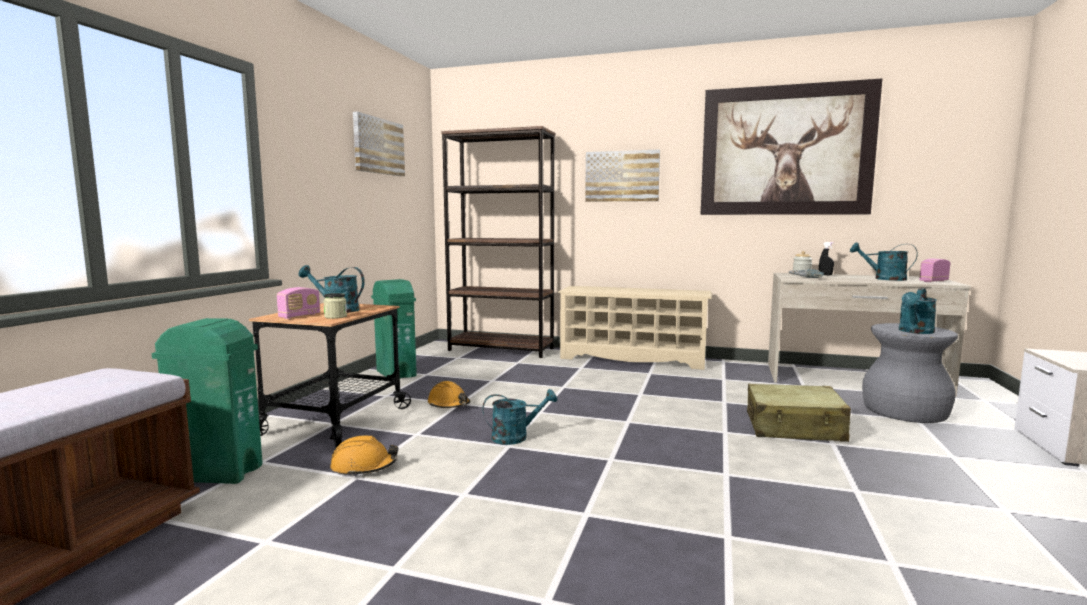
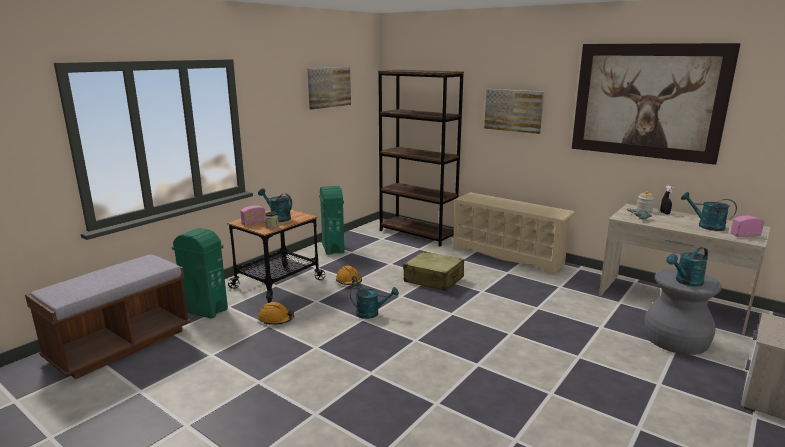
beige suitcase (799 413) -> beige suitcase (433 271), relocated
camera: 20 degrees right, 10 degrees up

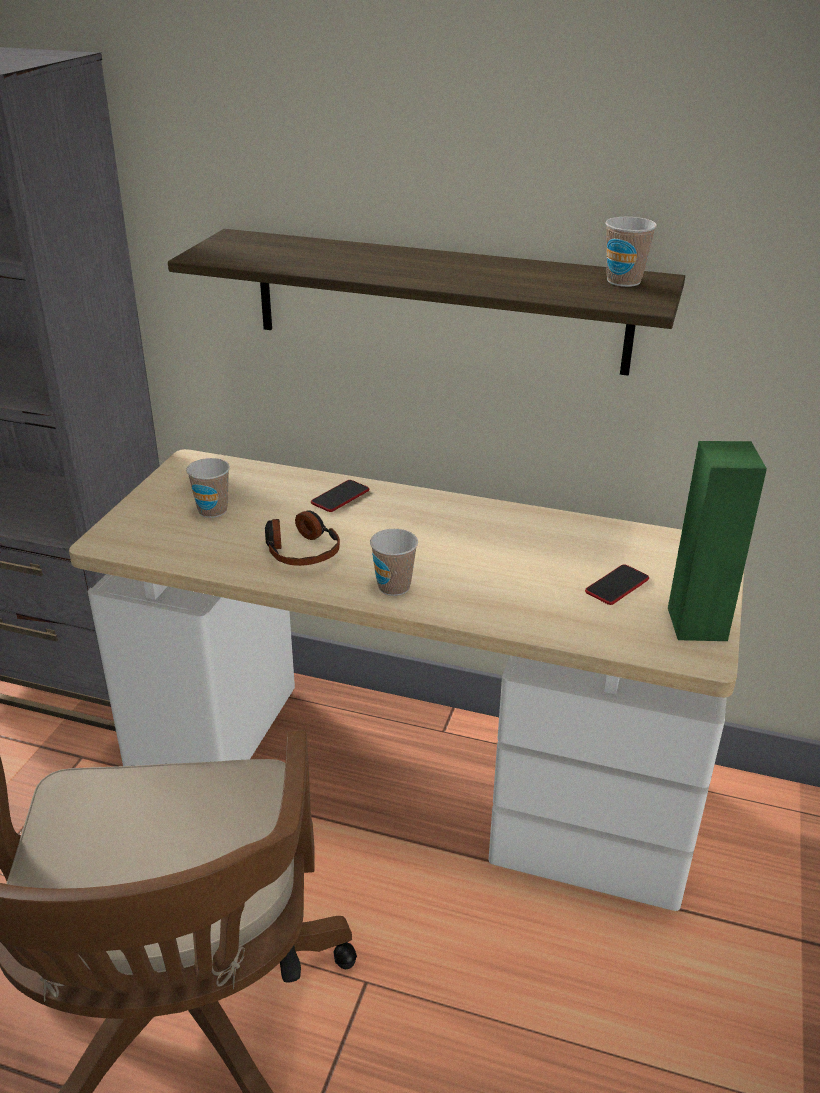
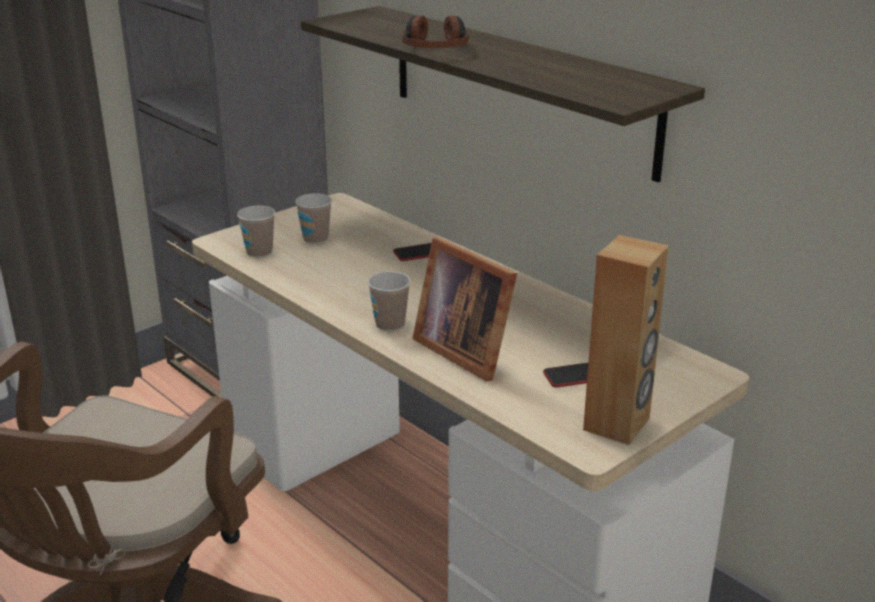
headphones (302 538) -> headphones (435 31), relocated
cup (631 252) -> cup (256 232), relocated
green speaker (717 541) -> brown speaker (626 340)
none -> picture frame (464 309)
camera: 30 degrees right, 5 degrees down

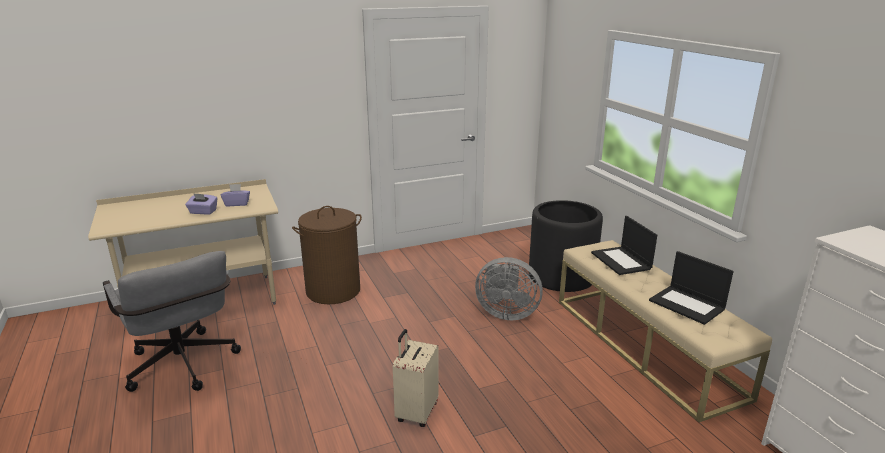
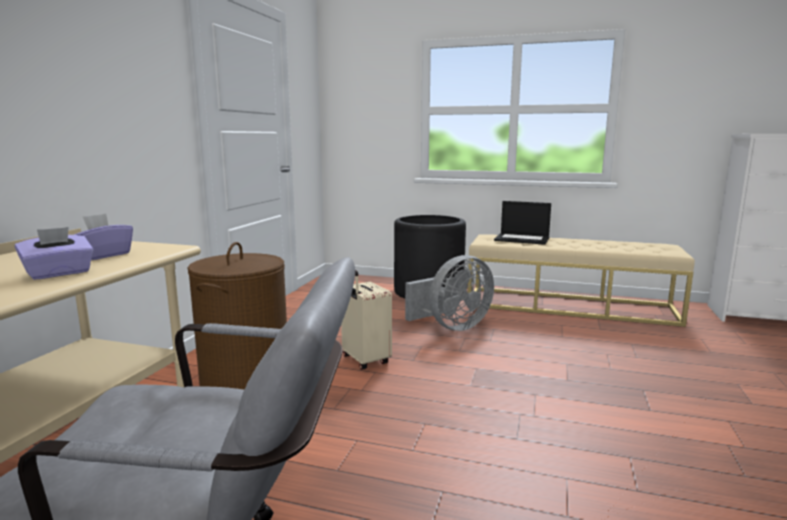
beige suitcase (416 378) -> beige suitcase (366 320), relocated
laptop (691 288) -> none
camera: 50 degrees left, 10 degrees down

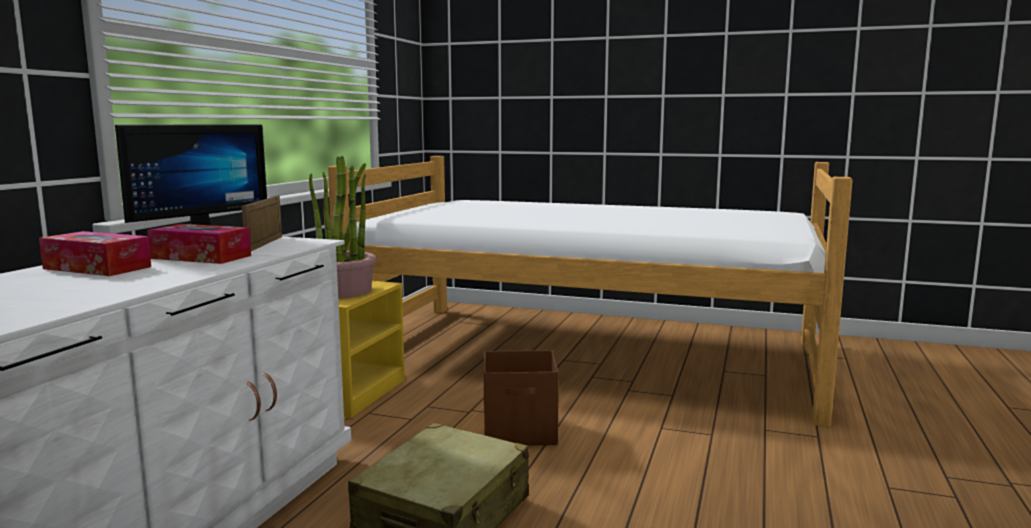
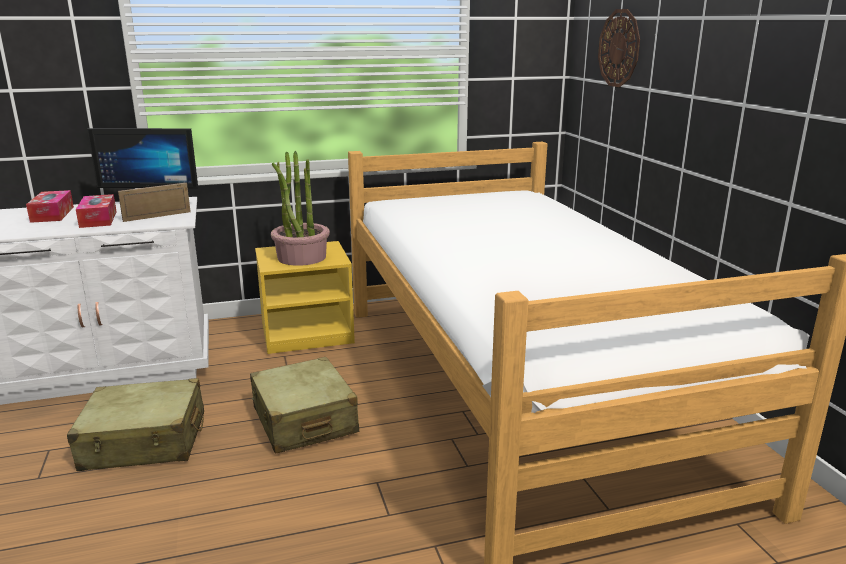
brown storage box (521 397) -> beige suitcase (304 405)
none -> wall clock (619 48)
camera: 55 degrees right, 10 degrees up

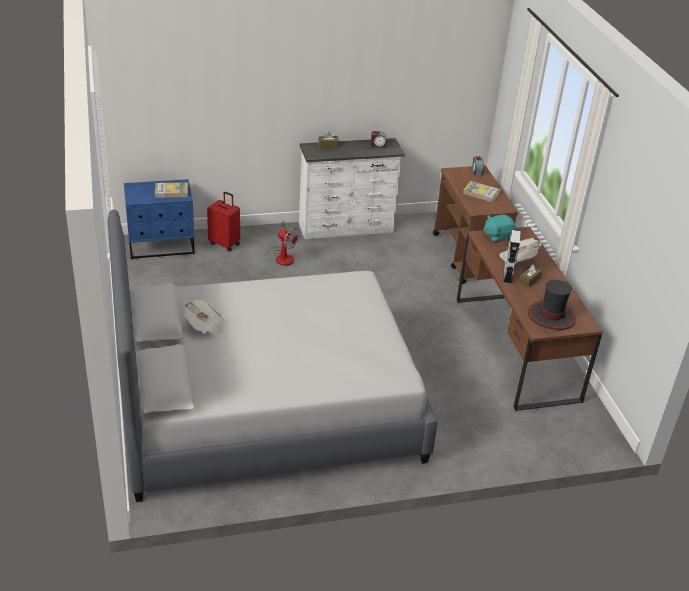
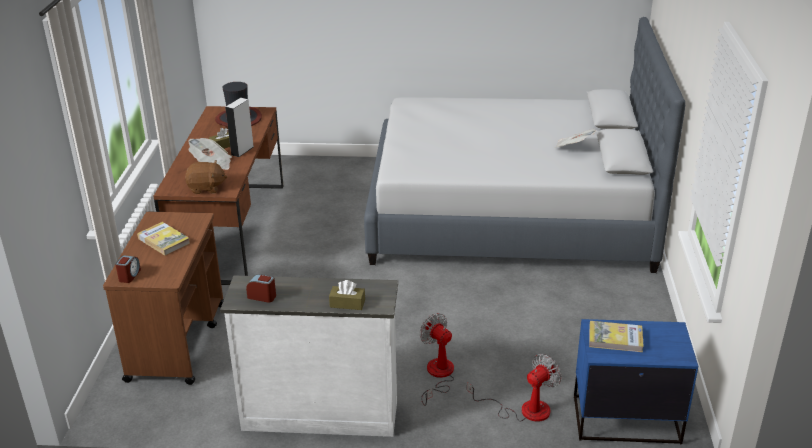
red suitcase (223 222) -> fan (514 388)
turquoise plush toy (499 229) -> brown plush toy (206 177)
camera: 160 degrees left, 5 degrees down

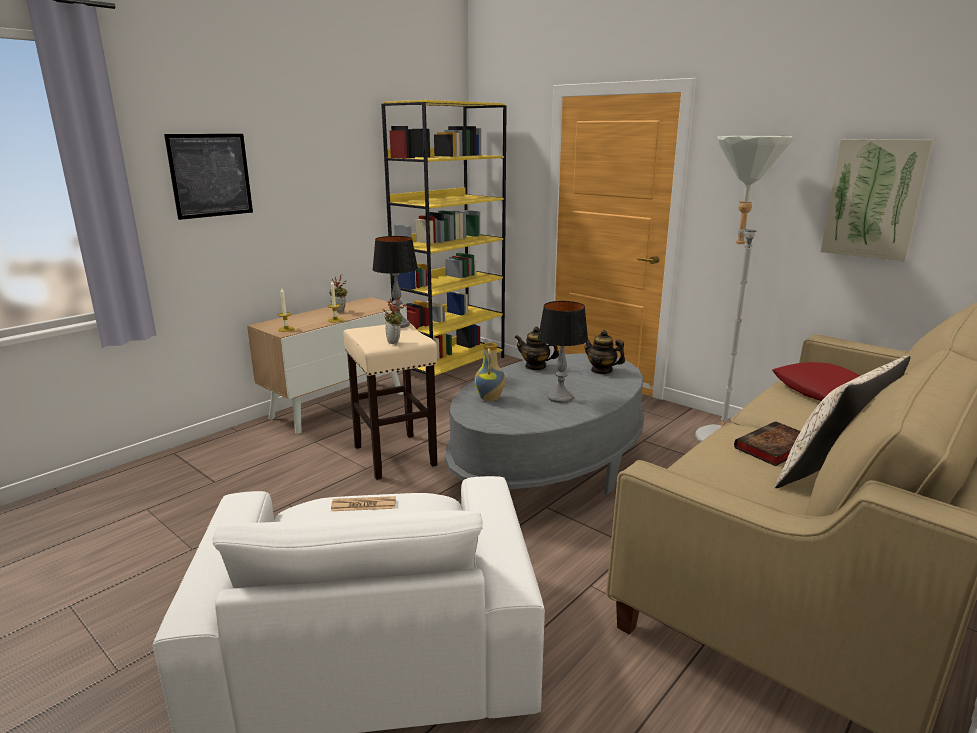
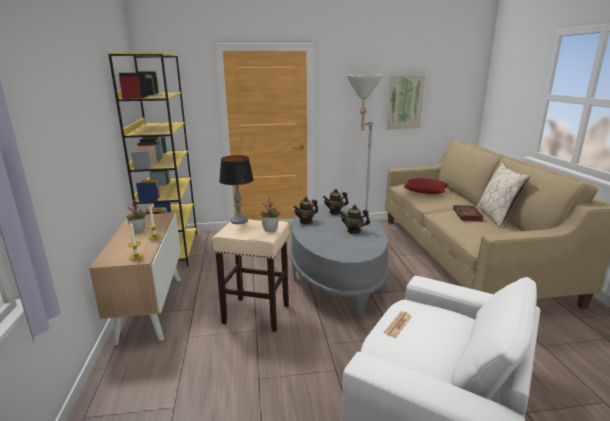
picture (208 177) -> none
vase (490 371) -> none
table lamp (563 352) -> teapot (354 219)
camera: 50 degrees left, 0 degrees up

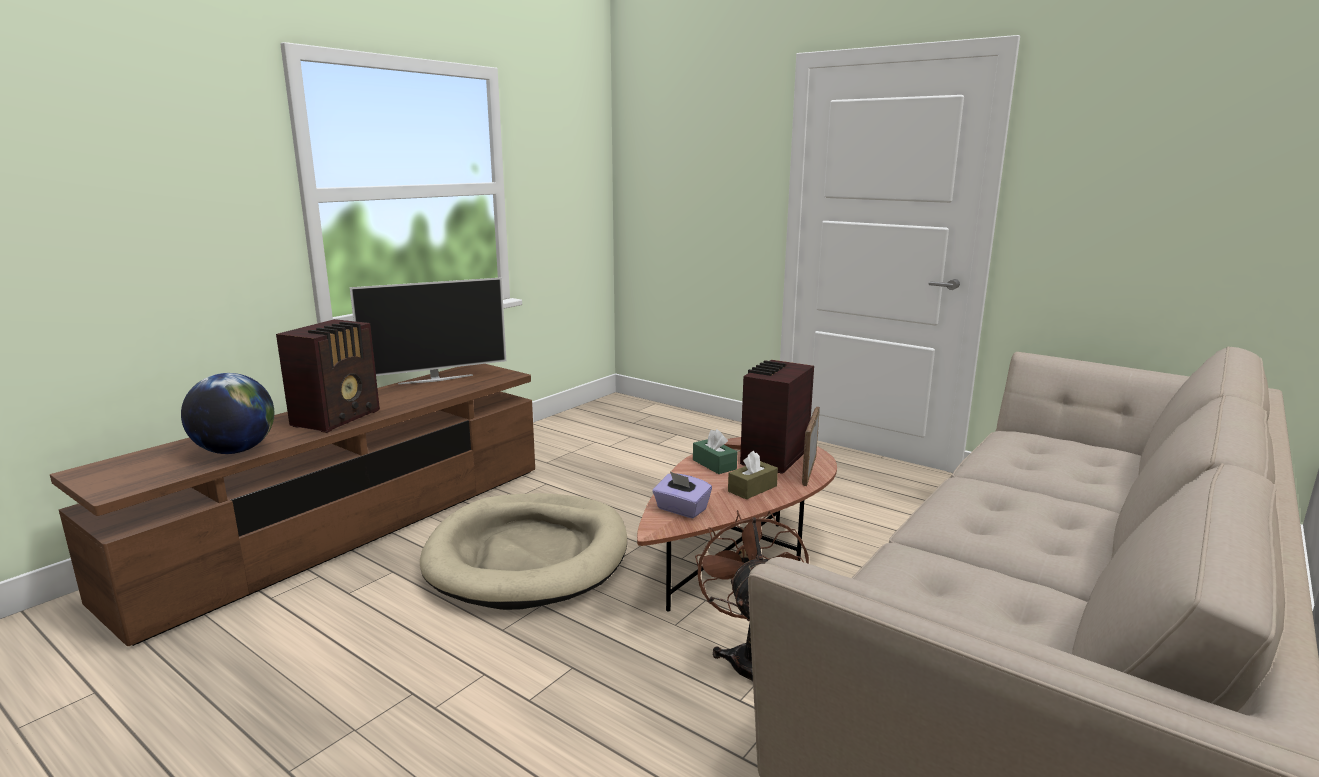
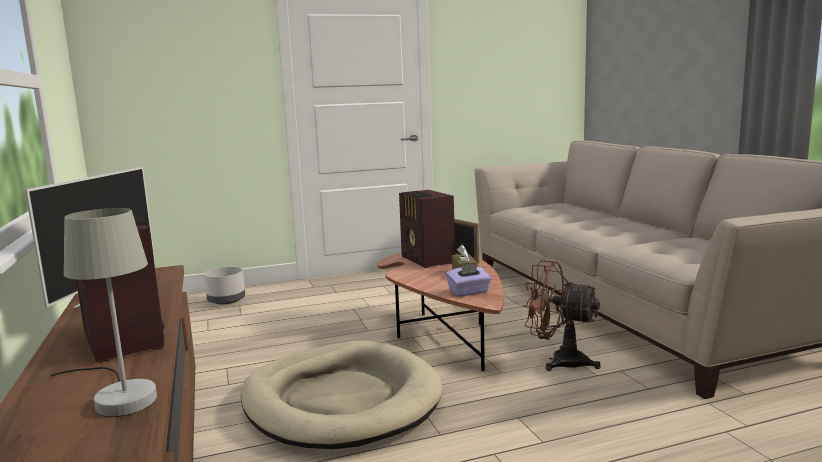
globe (227 413) -> grey table lamp (104 312)
green tissue box (715 451) -> none
none -> grey planter (224 286)
camera: 55 degrees left, 5 degrees down

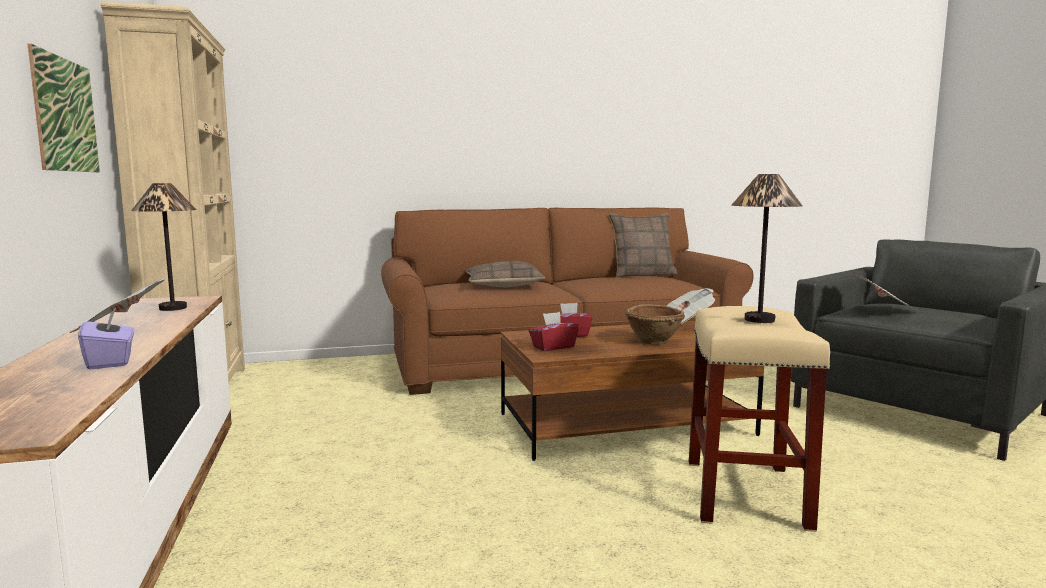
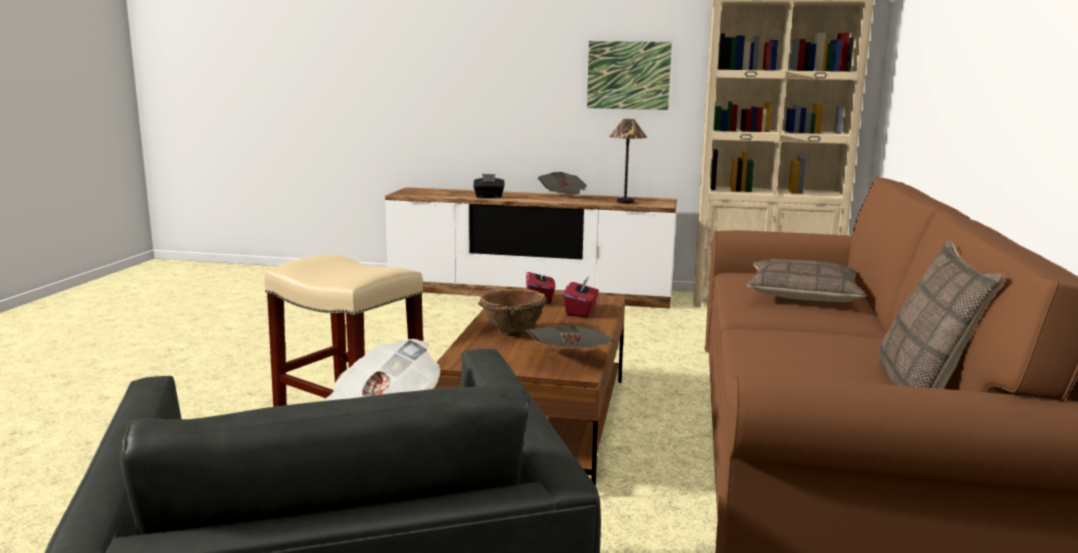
purple tissue box (106 339) -> black tissue box (488 186)
table lamp (767 248) -> none
camera: 115 degrees right, 5 degrees up

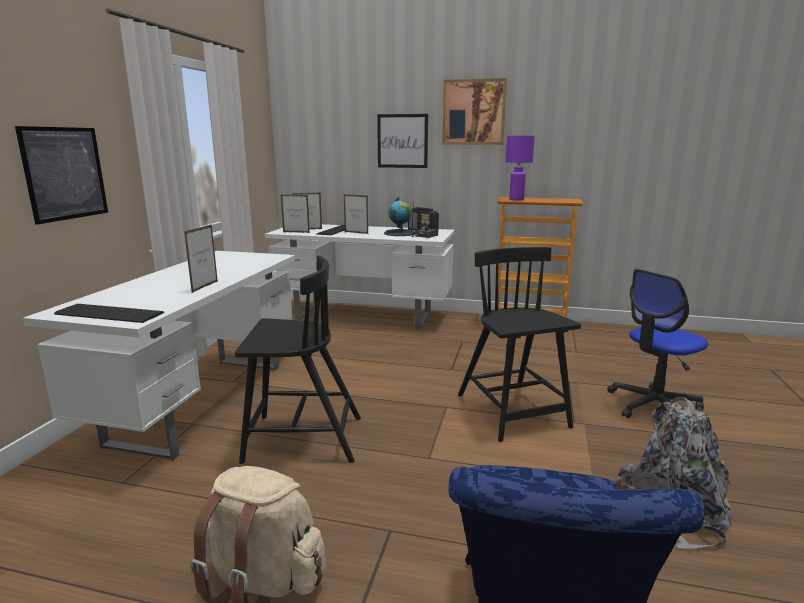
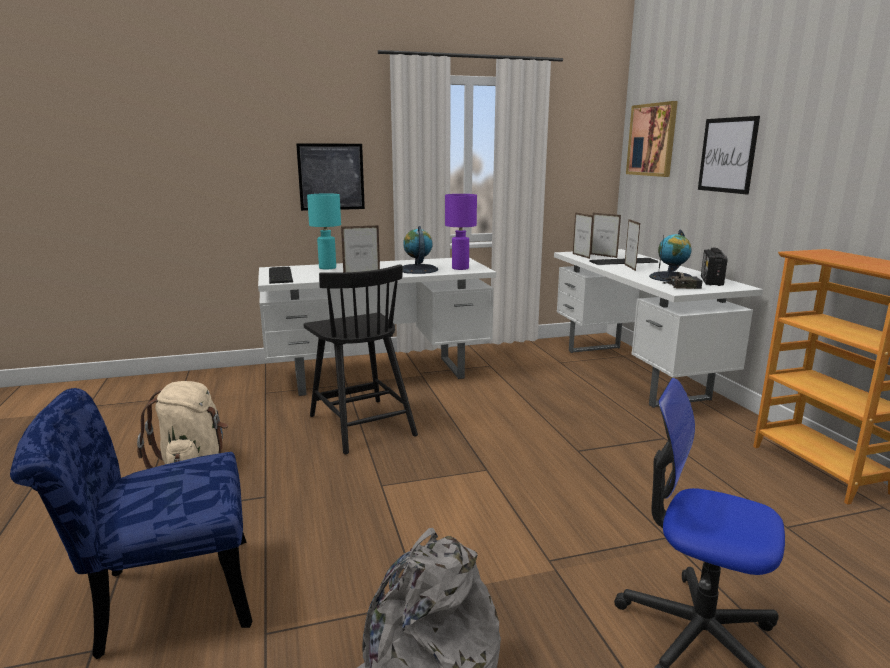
picture (474 111) -> picture (652 139), relocated
black chair (519 344) -> none
purple table lamp (520 168) -> purple table lamp (461 232), relocated
none -> turquoise table lamp (324 232)
none -> globe (420 250)
camera: 60 degrees right, 0 degrees up

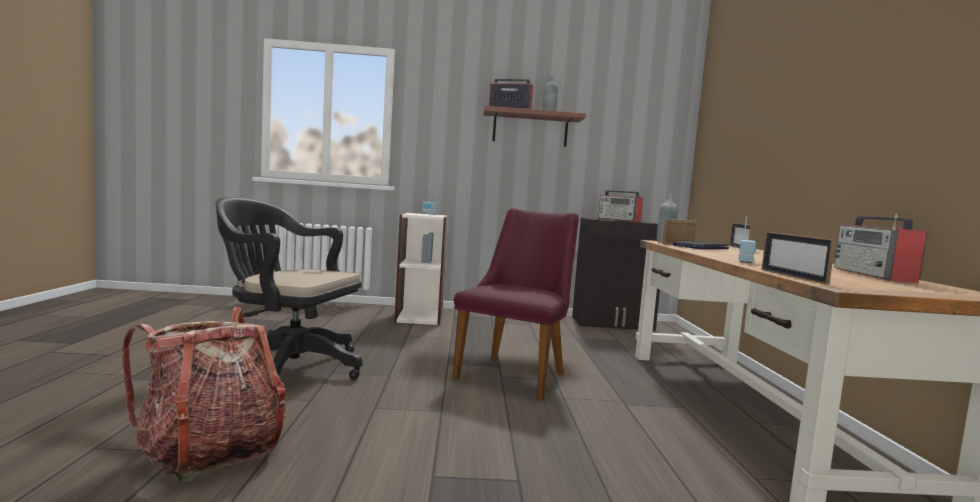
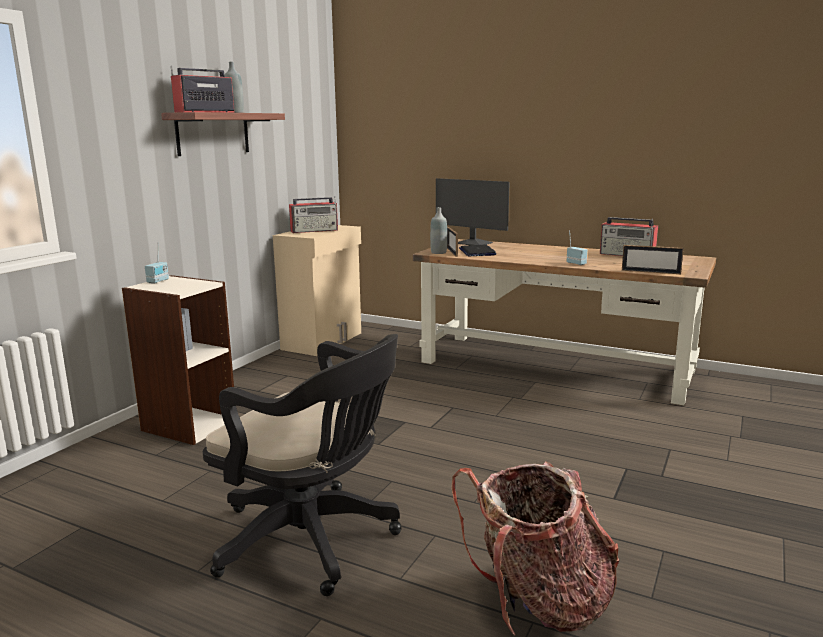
black office chair (289 288) -> black office chair (302 465), 105 degrees counterclockwise
purple chair (515 304) -> none
black cabinet (616 274) -> beige cabinet (317 290)
picture frame (741 236) -> monitor (473 211)
camera: 60 degrees left, 10 degrees up

